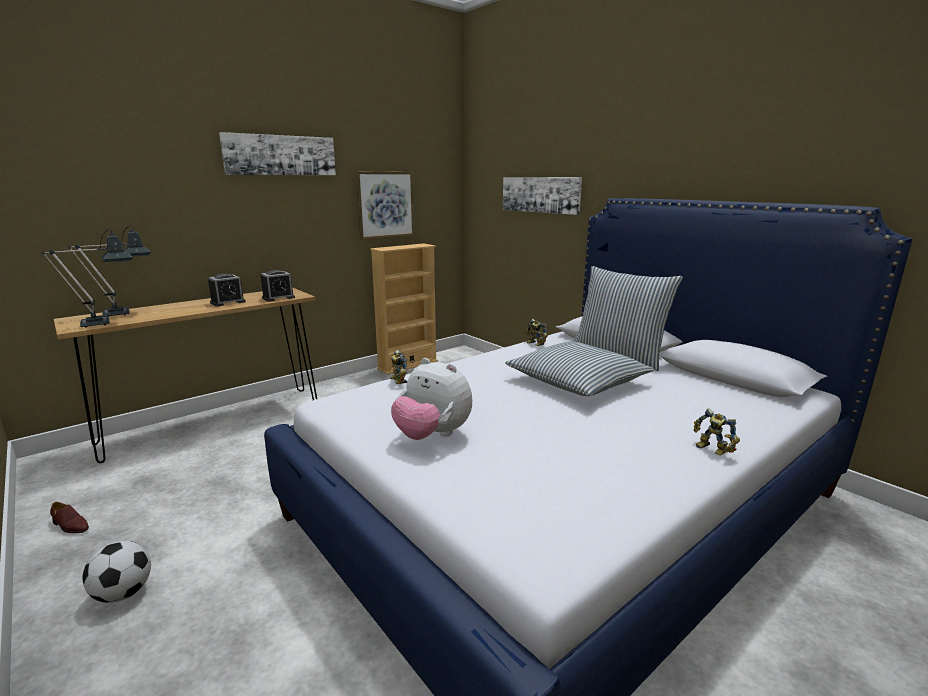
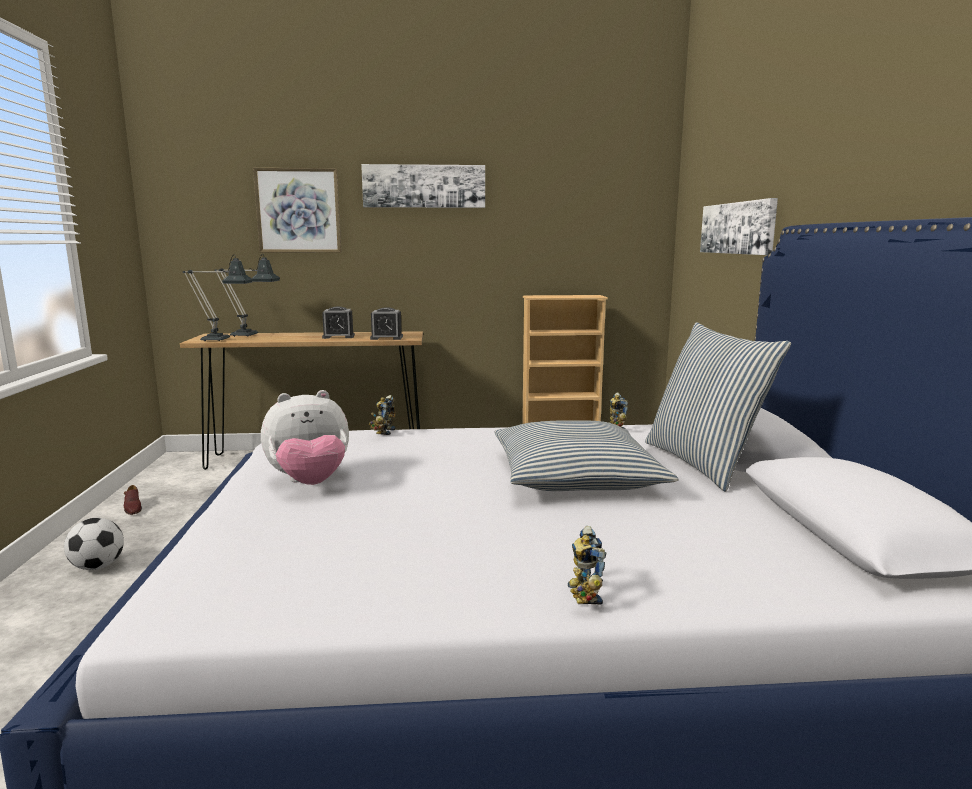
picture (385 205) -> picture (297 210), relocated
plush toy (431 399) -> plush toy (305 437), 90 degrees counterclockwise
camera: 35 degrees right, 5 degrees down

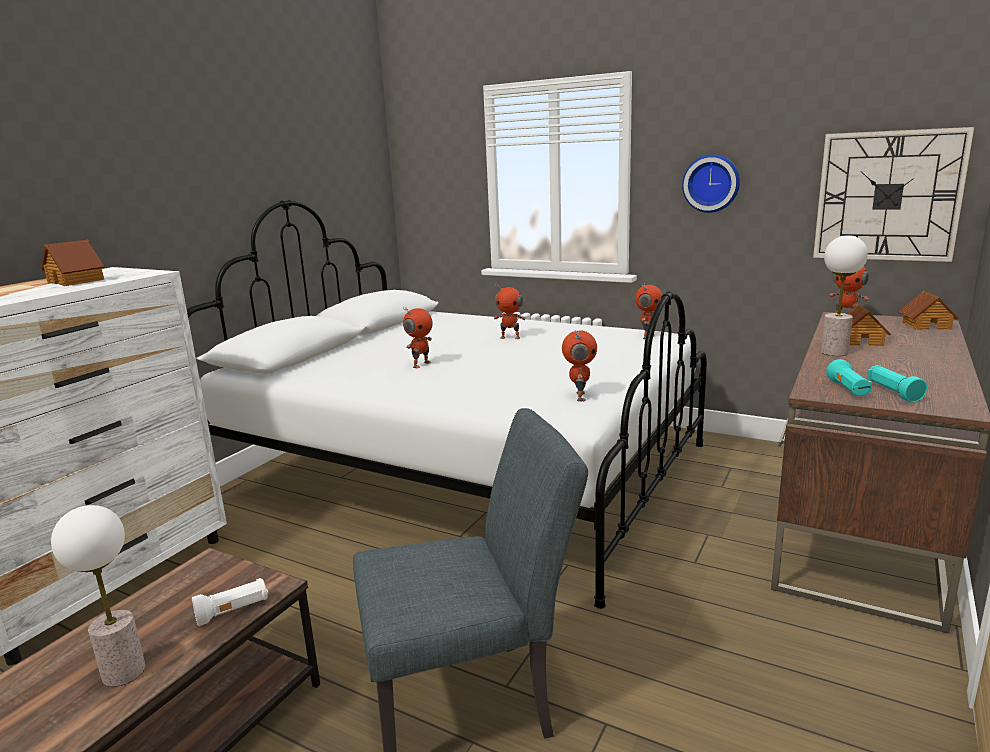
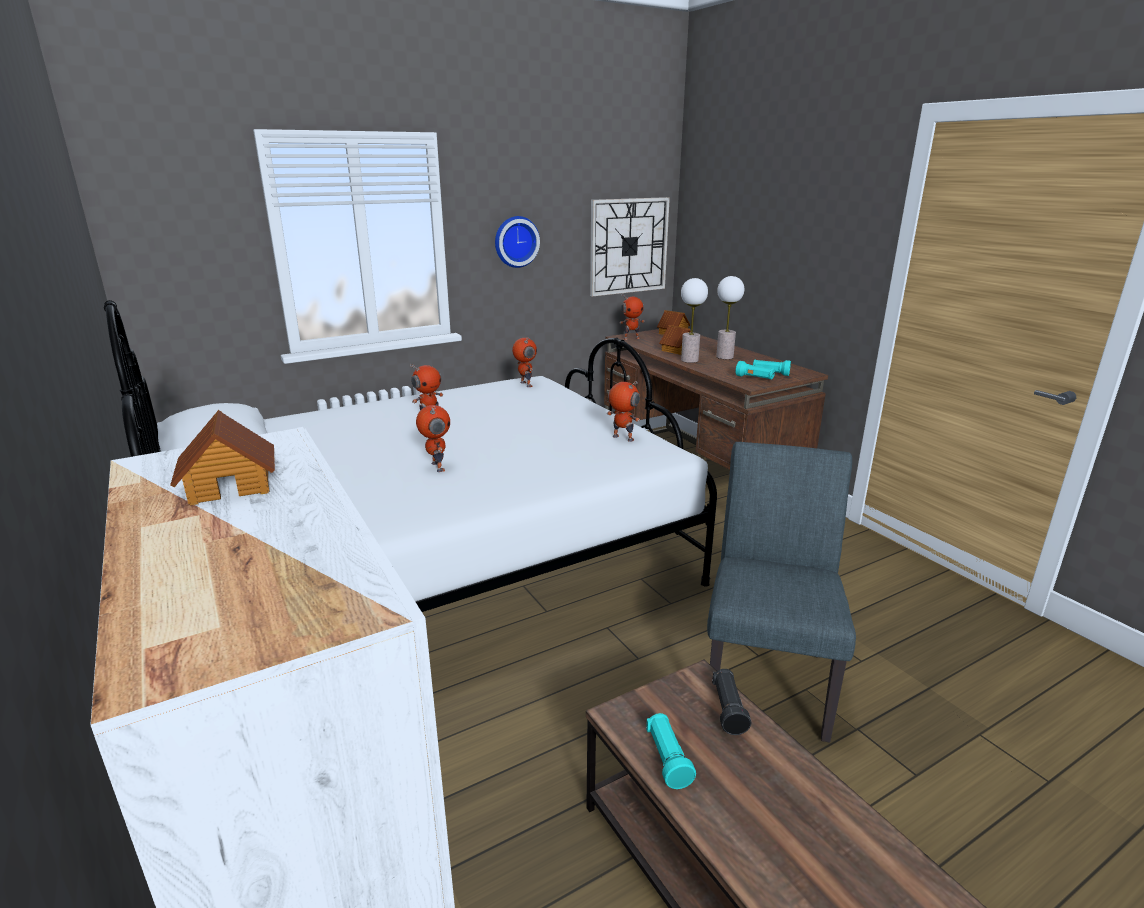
table lamp (98 596) -> table lamp (730 317), relocated
white flashlight (229 602) -> black flashlight (731 702)
none -> turquoise flashlight (671 751)
camera: 60 degrees left, 5 degrees up

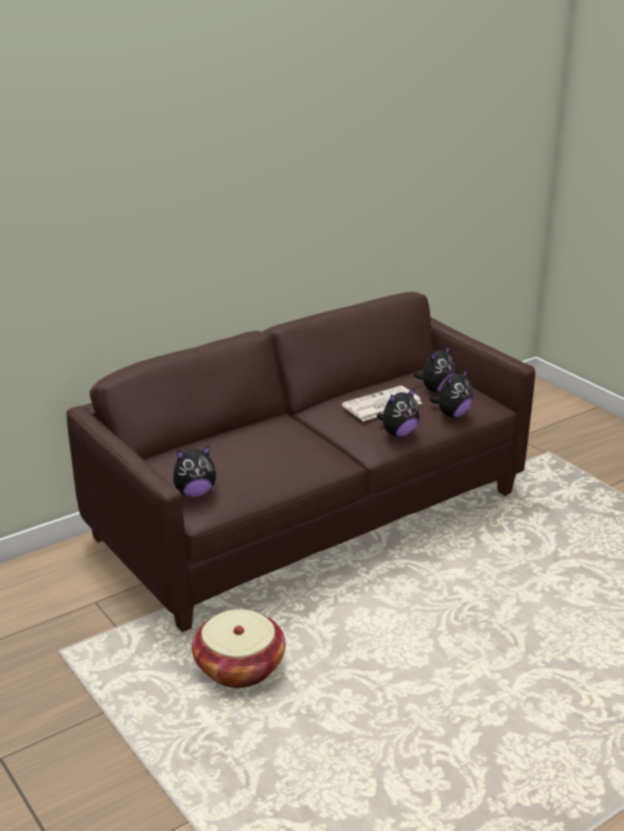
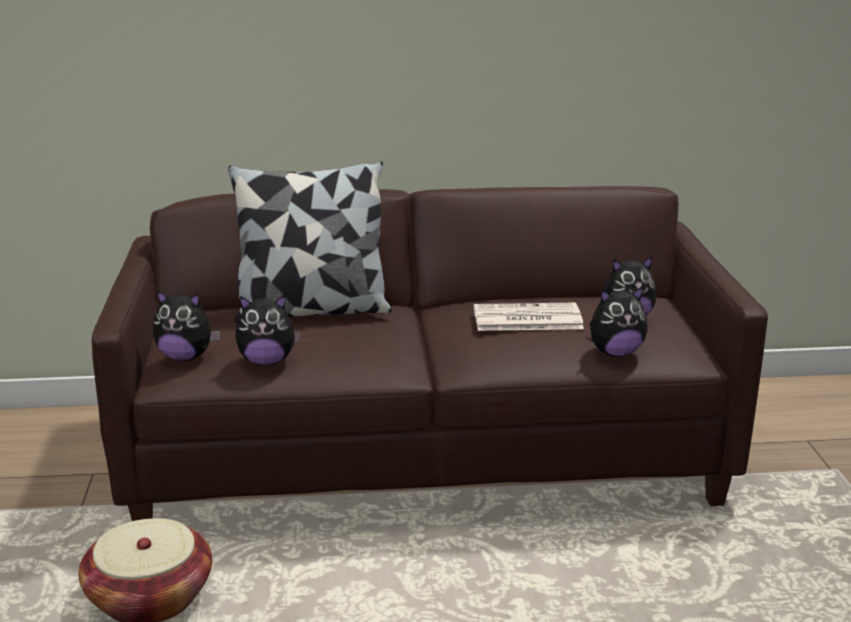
plush toy (398 412) -> plush toy (268 330), relocated
none -> pillow (310 242)
camera: 30 degrees right, 5 degrees down

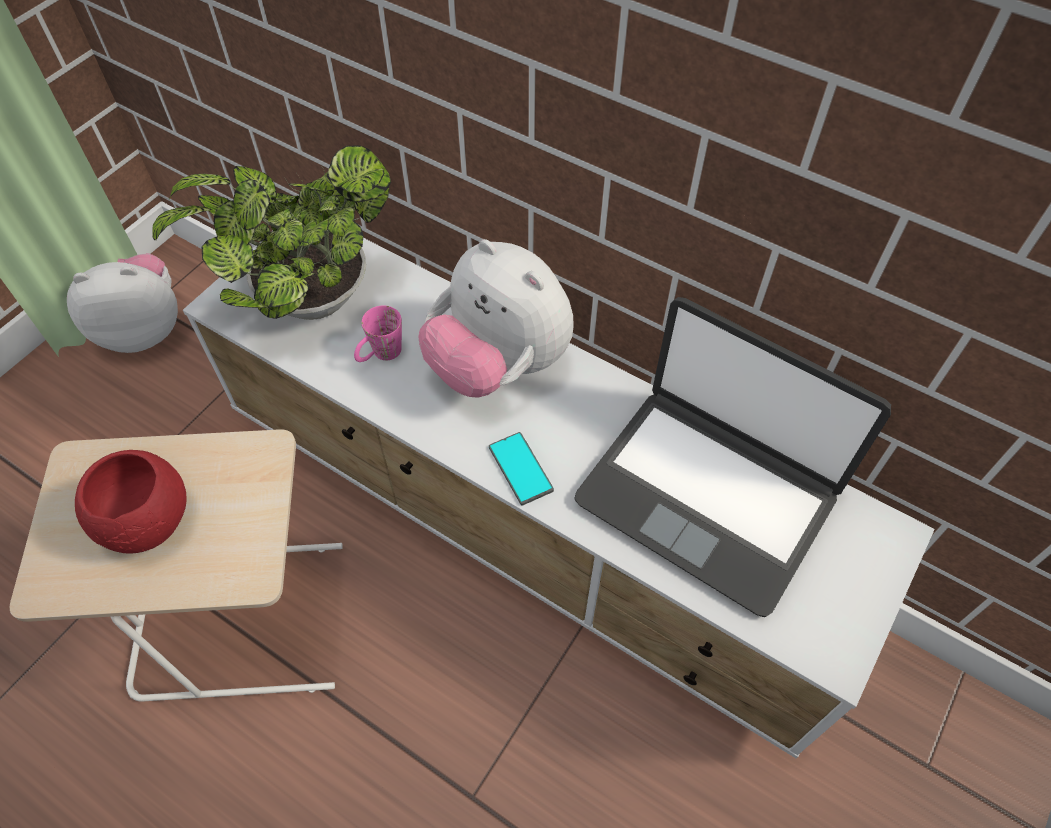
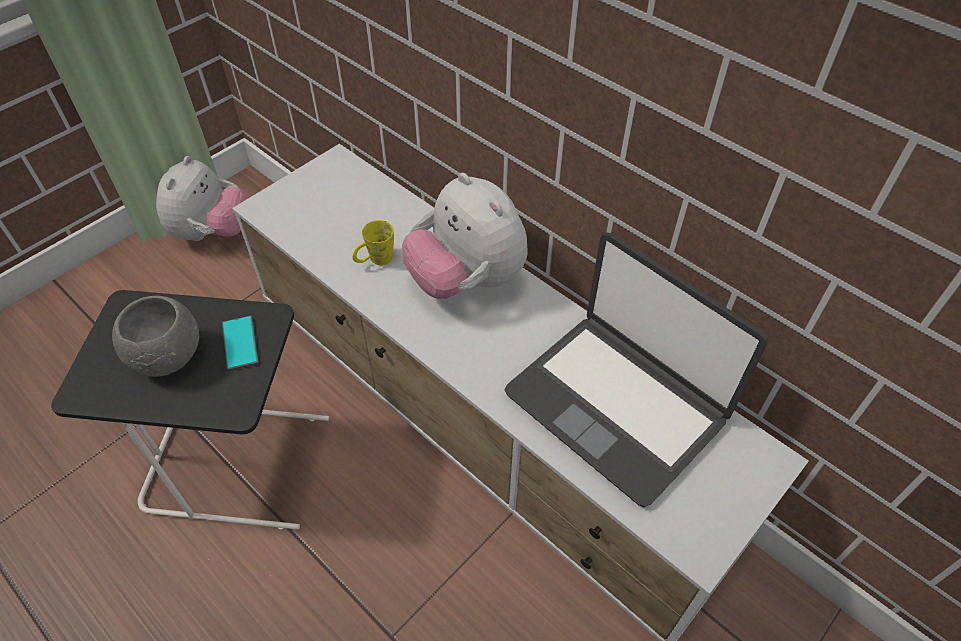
beige side table (176 565) -> black side table (190 410)
plush toy (122 303) -> plush toy (202 198), 105 degrees clockwise
red bowl (131 502) -> grey bowl (155 336)
potted plant (271 232) -> none
pink mug (378 333) -> yellow mug (373 242)
phone (521 469) -> phone (240 343), relocated
camera: 10 degrees right, 5 degrees down

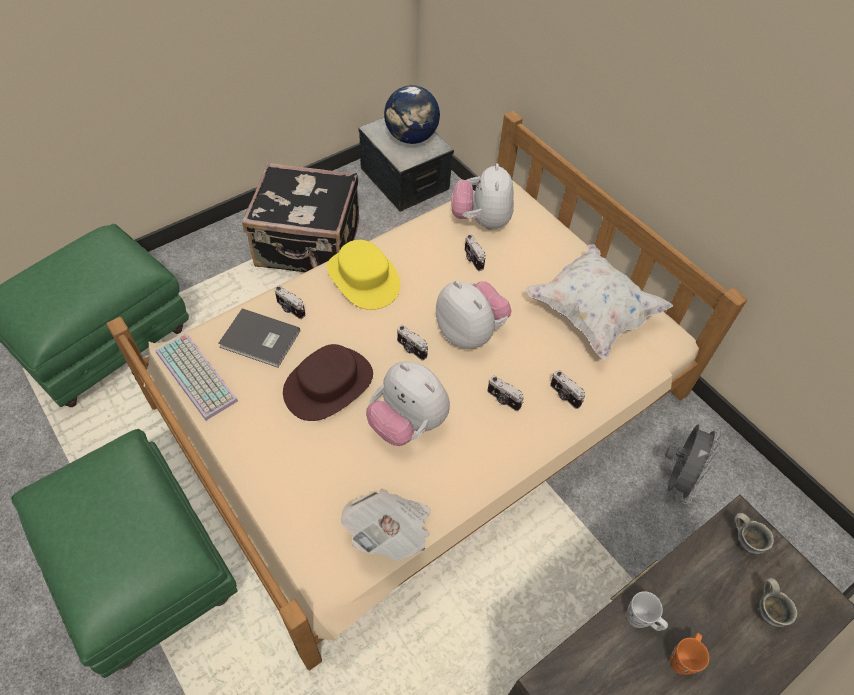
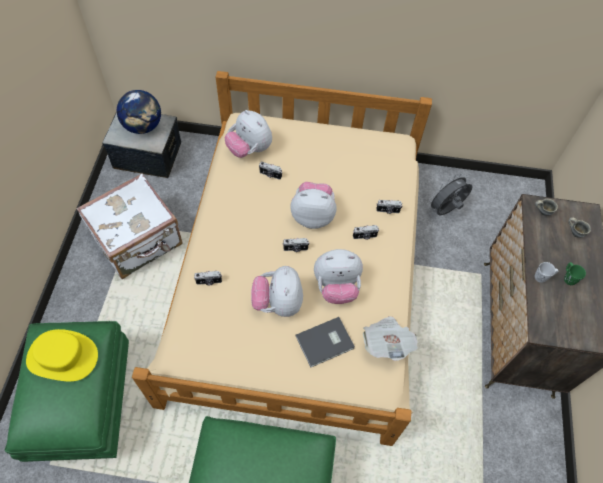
keyboard (197 377) -> none
grey book (259 338) -> grey book (325 342), relocated
black suitcase (300 217) -> white suitcase (129 226)
brown hat (328 382) -> plush toy (277 291)
yellow hat (363 275) -> yellow hat (62 355), relocated
white pillow (599 302) -> none
grey fan (693 464) -> grey fan (450 194), 105 degrees counterclockwise
orange mug (689 654) -> green mug (575 273)
camera: 45 degrees left, 5 degrees up

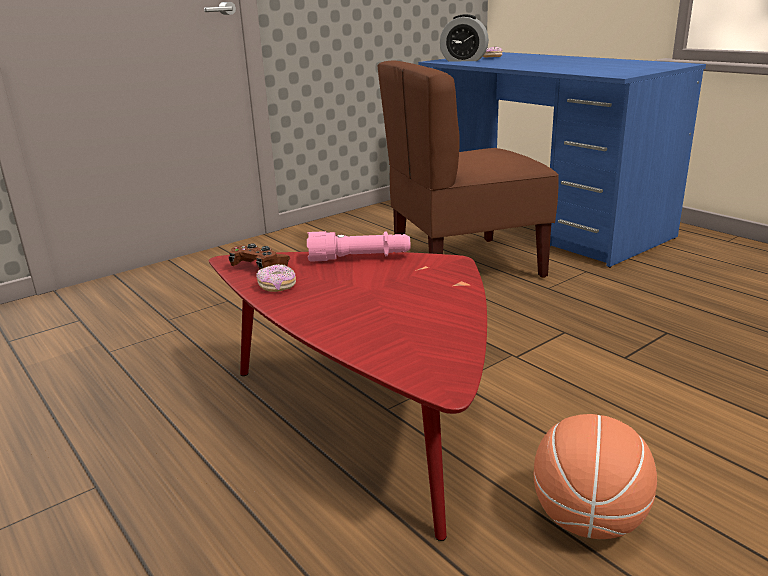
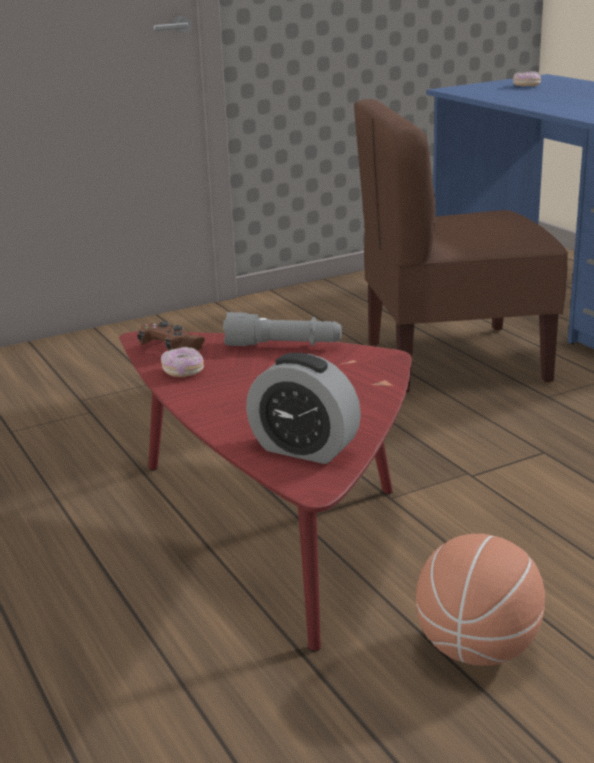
pink flashlight (359 246) -> grey flashlight (282 329)
alarm clock (464 37) -> alarm clock (303 408), relocated
camera: 10 degrees right, 0 degrees up

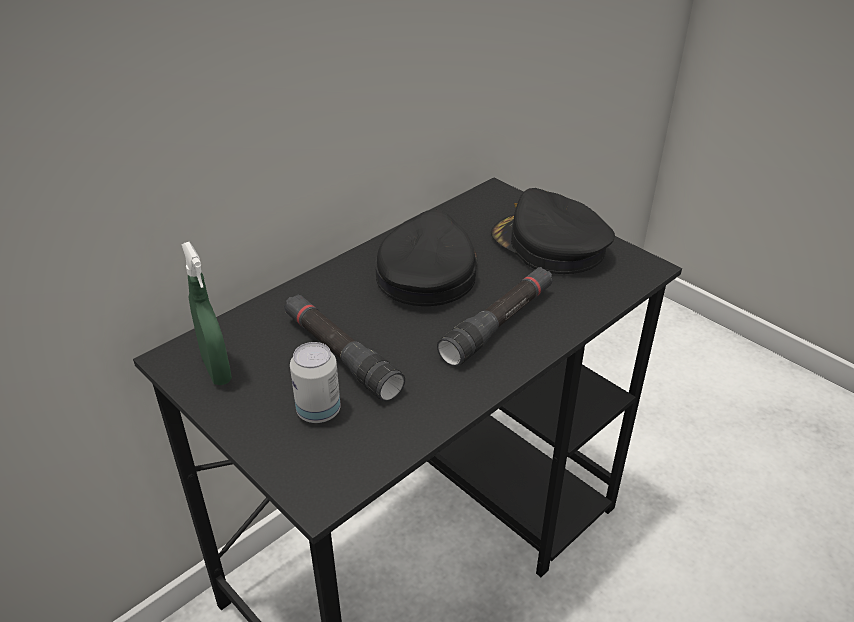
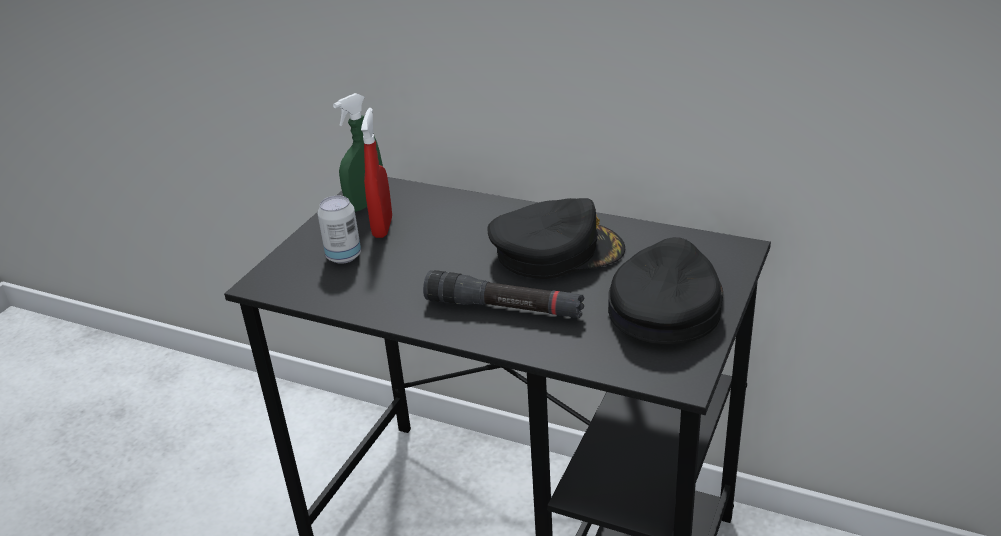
black flashlight (344 348) -> none
none -> red spray bottle (376 173)
camera: 70 degrees right, 5 degrees down

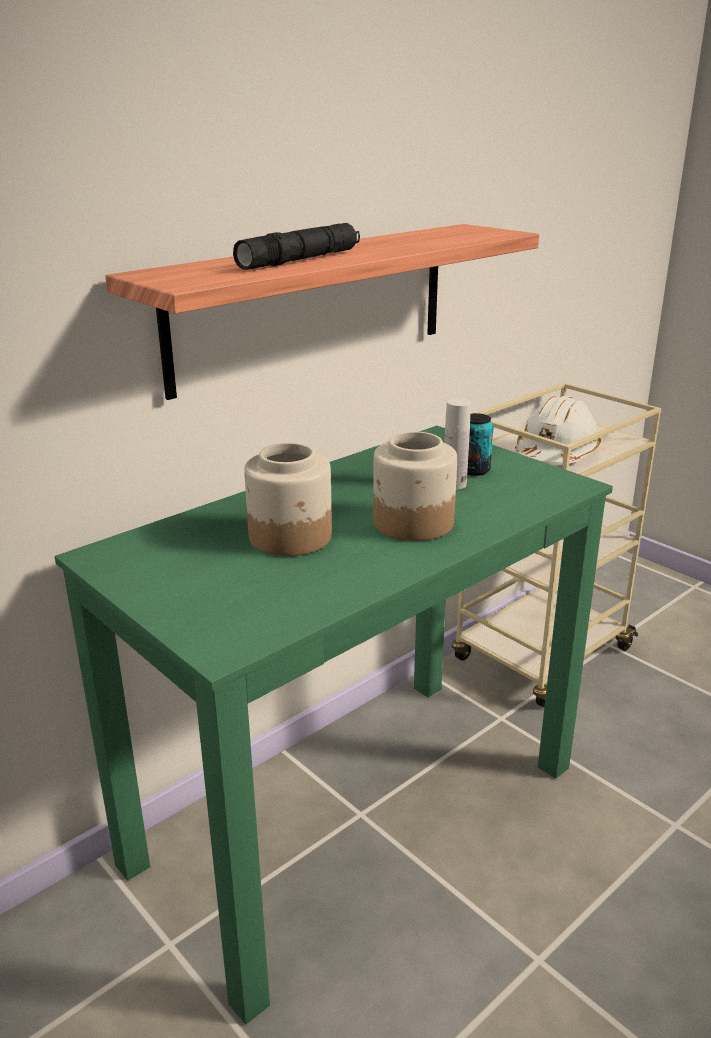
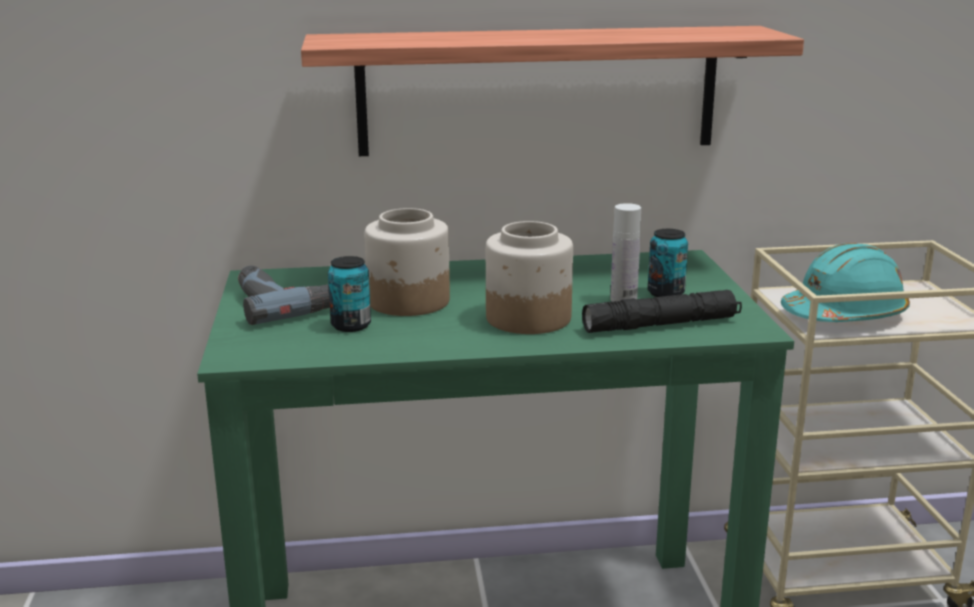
black flashlight (296 246) -> black flashlight (662 311), relocated
white hard hat (557 430) -> turquoise hard hat (845 282)
none -> power drill (284 295)
none -> can (349 294)
camera: 35 degrees right, 5 degrees down

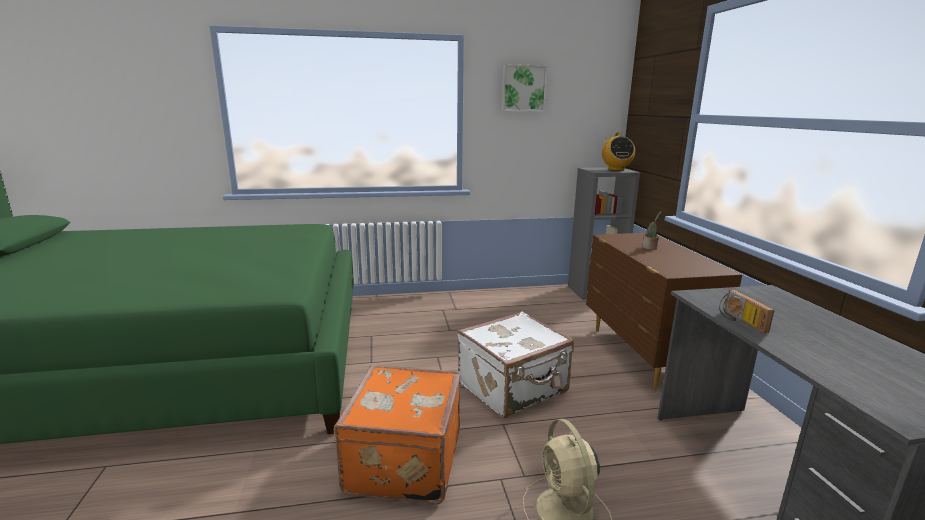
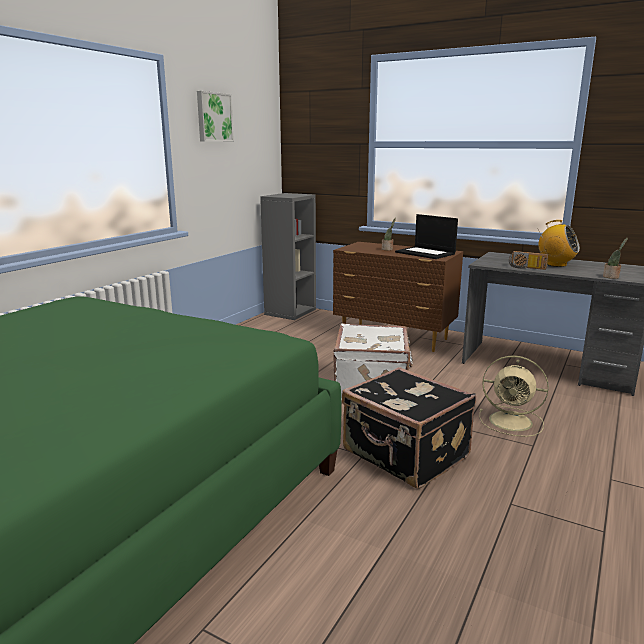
orange suitcase (397 434) -> black suitcase (409 428)
radio (618 151) -> radio (558 243), relocated
none -> laptop (426 236)
none -> potted plant (615 258)
camera: 50 degrees left, 0 degrees up

